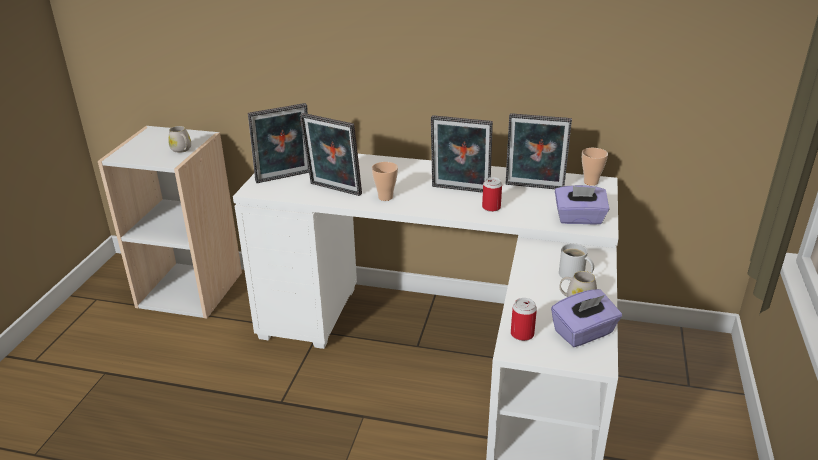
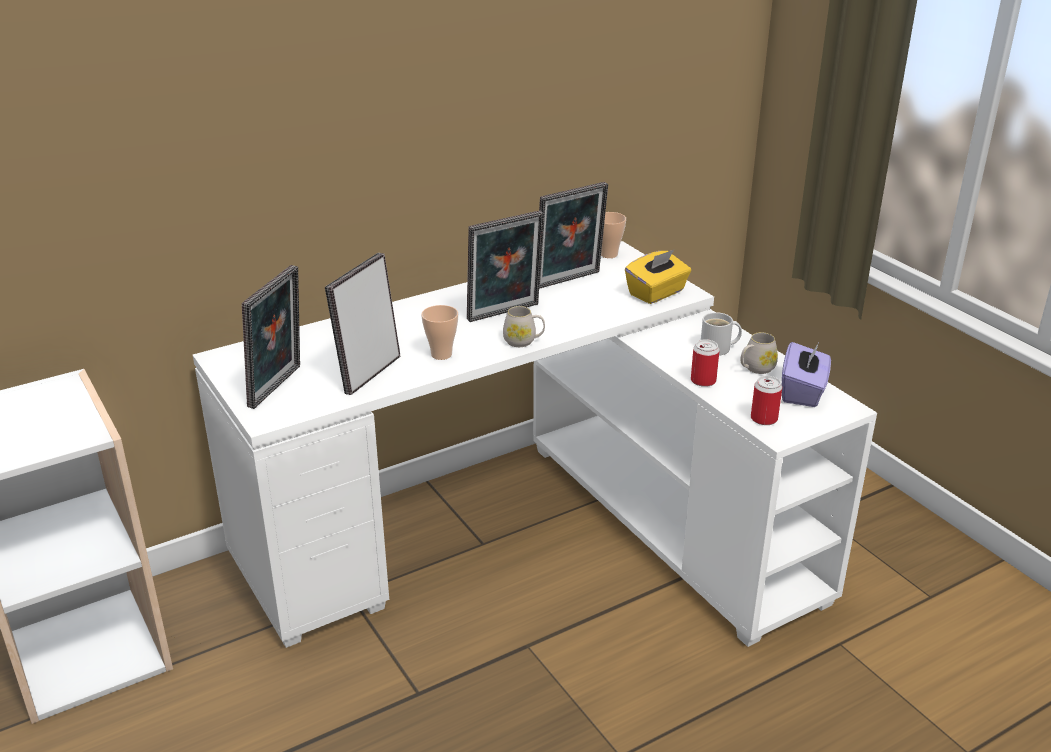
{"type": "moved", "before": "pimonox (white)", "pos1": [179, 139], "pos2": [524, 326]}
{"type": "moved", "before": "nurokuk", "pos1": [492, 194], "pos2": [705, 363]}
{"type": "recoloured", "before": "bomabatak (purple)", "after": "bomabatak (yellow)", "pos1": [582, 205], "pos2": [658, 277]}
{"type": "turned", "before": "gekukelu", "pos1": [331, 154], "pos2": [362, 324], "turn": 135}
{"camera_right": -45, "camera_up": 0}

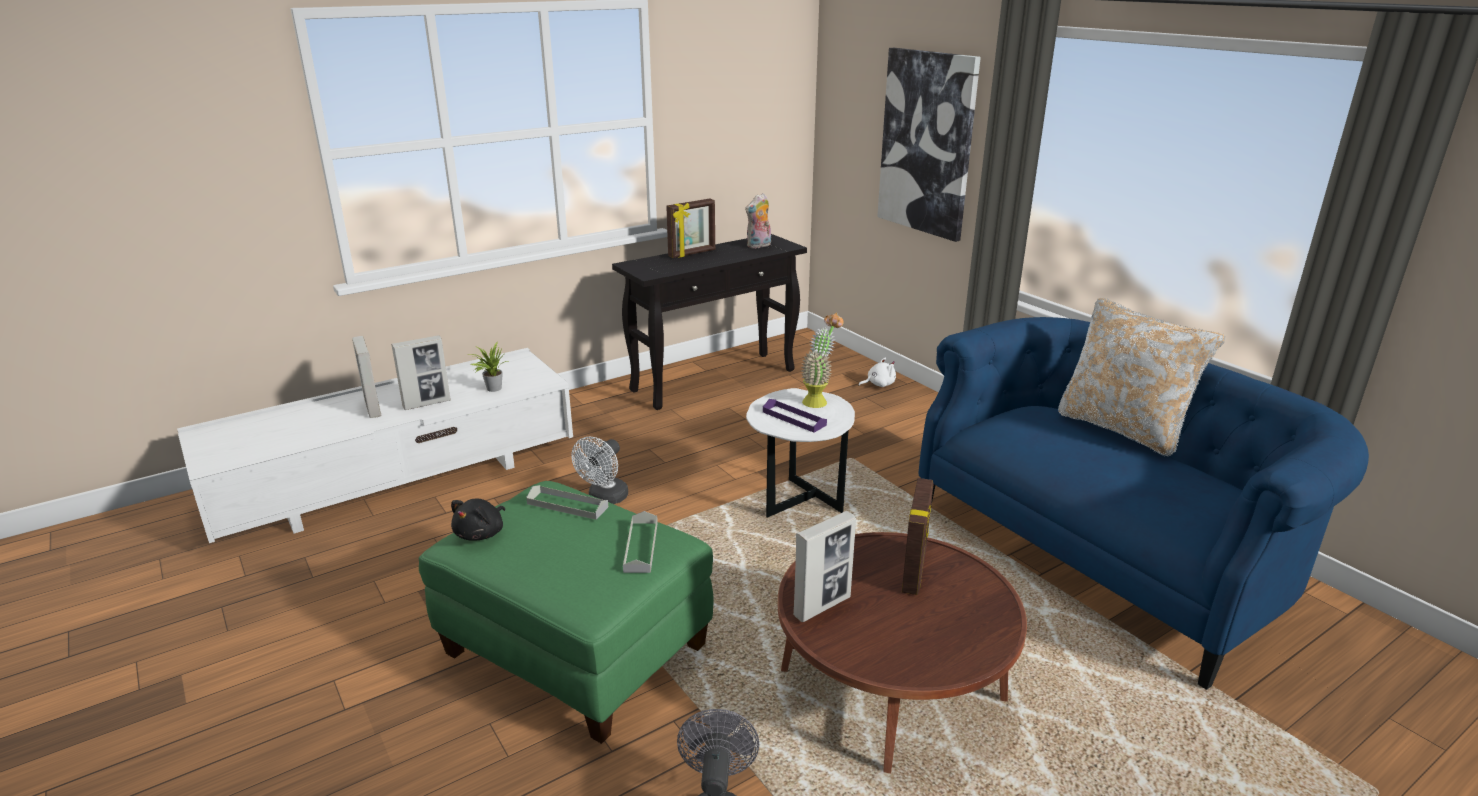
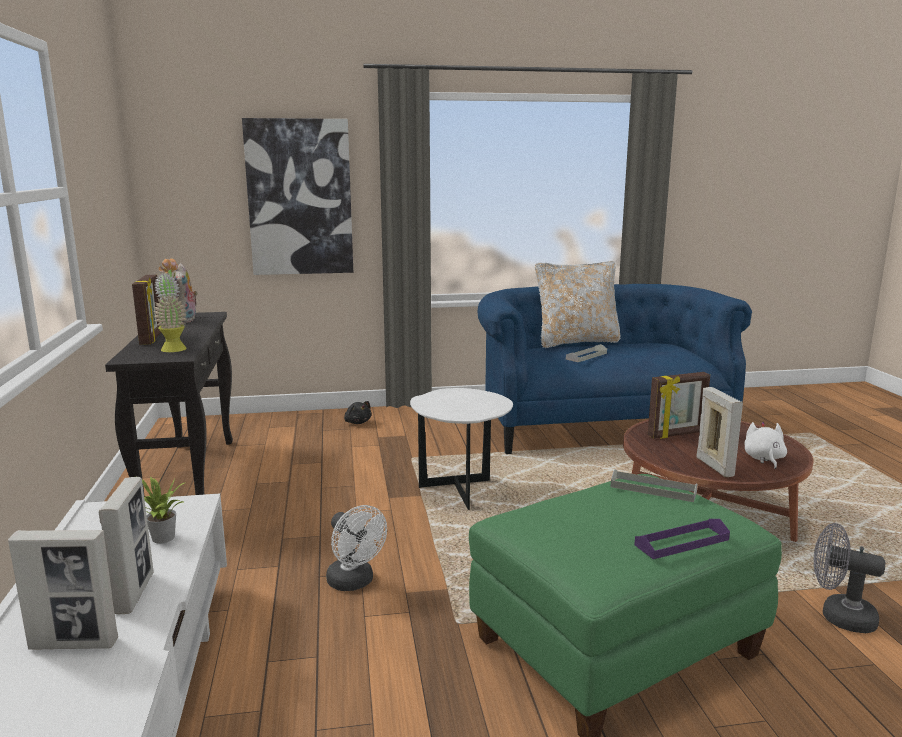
{"type": "moved", "before": "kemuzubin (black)", "pos1": [478, 520], "pos2": [358, 412]}
{"type": "moved", "before": "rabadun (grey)", "pos1": [567, 502], "pos2": [586, 353]}
{"type": "moved", "before": "rabadun (purple)", "pos1": [795, 416], "pos2": [682, 539]}
{"type": "moved", "before": "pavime", "pos1": [822, 360], "pos2": [170, 305]}
{"type": "moved", "before": "kemuzubin (white)", "pos1": [877, 372], "pos2": [765, 445]}
{"type": "turned", "before": "gekukelu", "pos1": [917, 536], "pos2": [679, 405], "turn": 120}
{"camera_right": -65, "camera_up": -10}

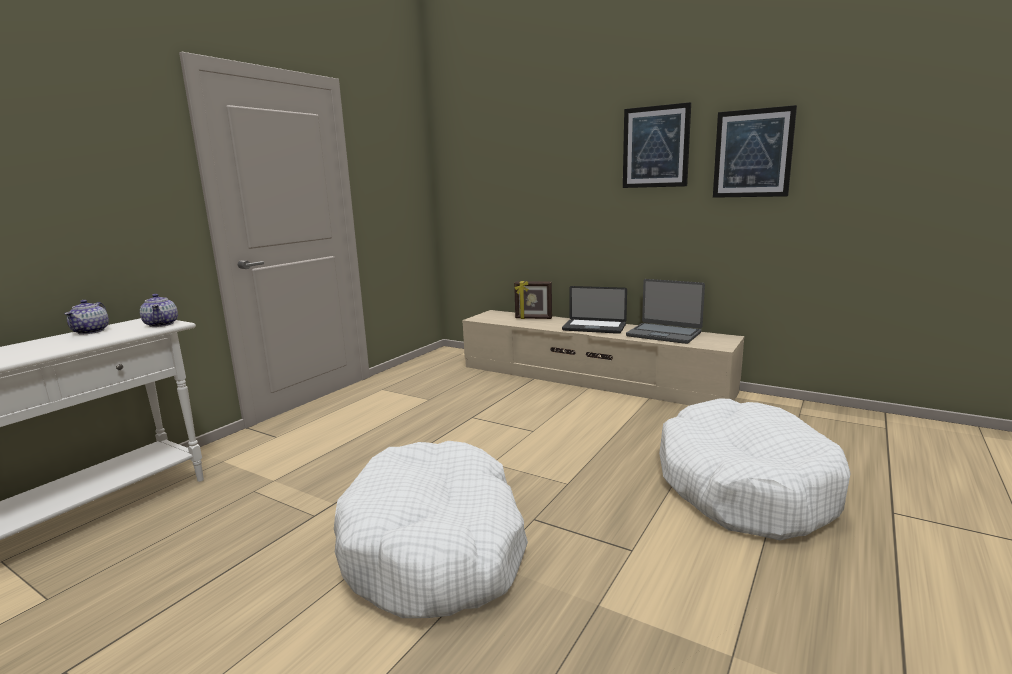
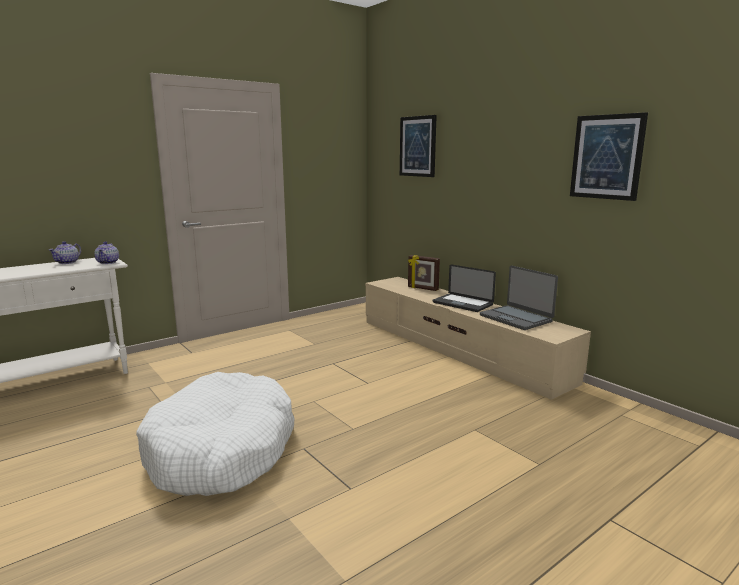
{"type": "removed", "before": "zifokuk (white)", "pos1": [755, 470]}
{"type": "moved", "before": "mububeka", "pos1": [657, 145], "pos2": [418, 146]}
{"camera_right": 20, "camera_up": 0}

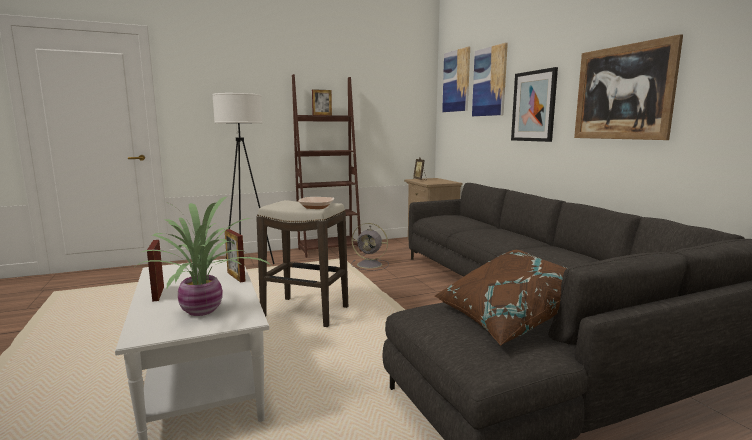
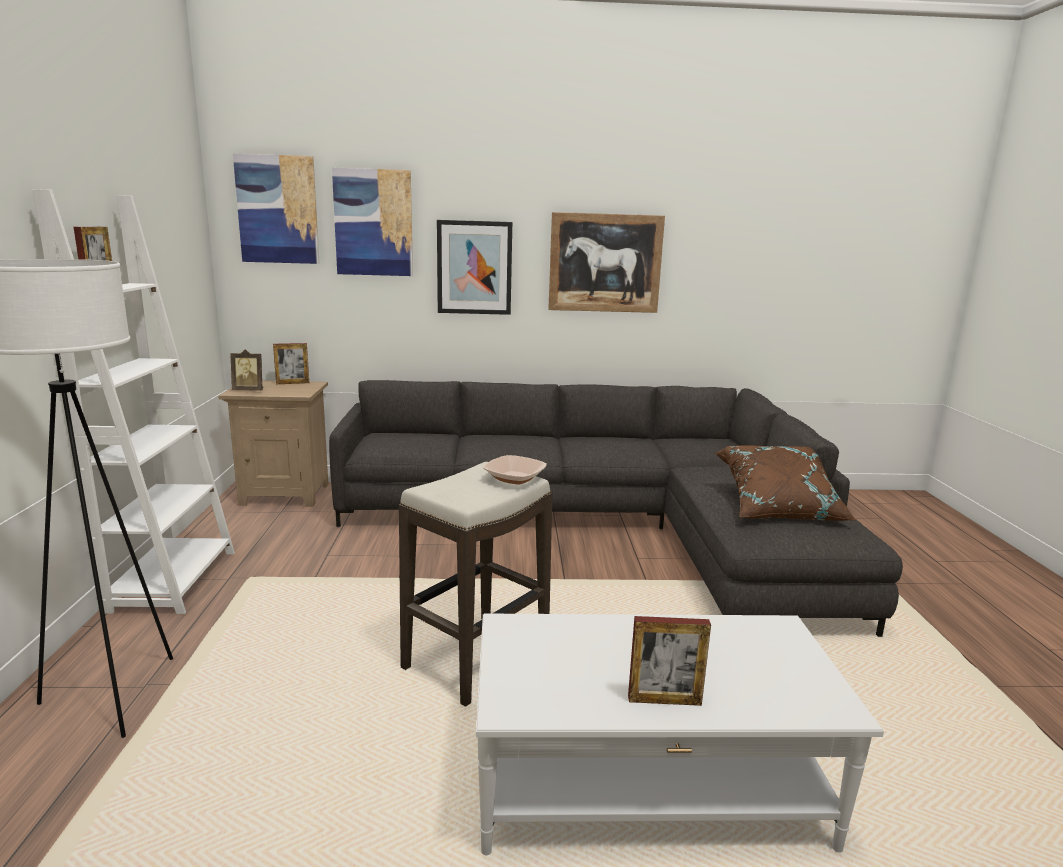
{"type": "removed", "before": "pavime", "pos1": [204, 256]}
{"type": "removed", "before": "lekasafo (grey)", "pos1": [370, 247]}
{"type": "moved", "before": "gekukelu", "pos1": [235, 256], "pos2": [291, 363]}
{"type": "recoloured", "before": "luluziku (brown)", "after": "luluziku (white)", "pos1": [327, 166], "pos2": [134, 401]}
{"camera_right": -70, "camera_up": 5}

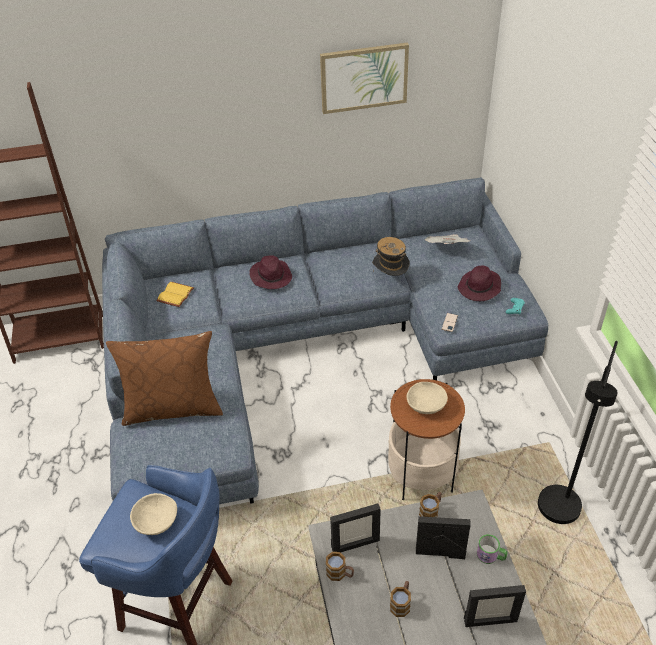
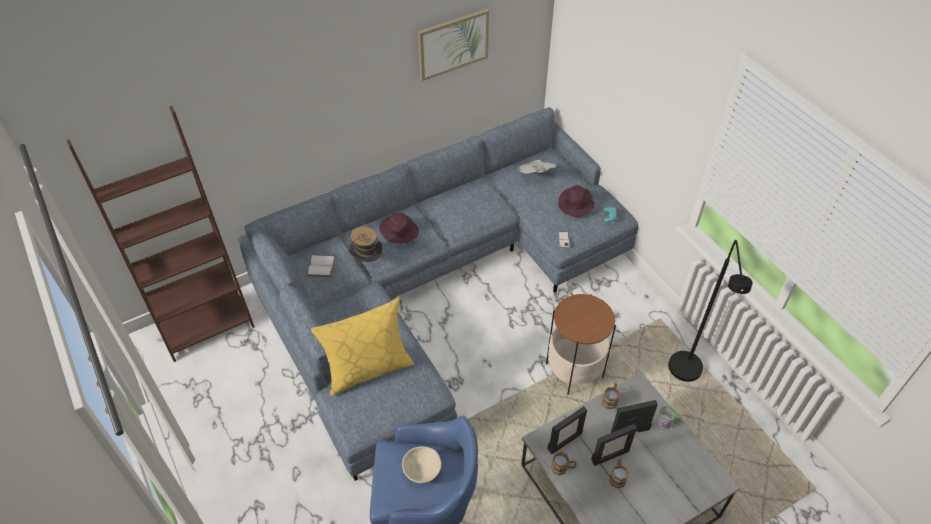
{"type": "removed", "before": "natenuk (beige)", "pos1": [427, 398]}
{"type": "moved", "before": "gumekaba", "pos1": [391, 256], "pos2": [366, 244]}
{"type": "moved", "before": "gekukelu", "pos1": [495, 606], "pos2": [614, 445]}
{"type": "recoloured", "before": "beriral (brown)", "after": "beriral (yellow)", "pos1": [164, 378], "pos2": [362, 347]}
{"type": "recoloured", "before": "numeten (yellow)", "after": "numeten (white)", "pos1": [175, 294], "pos2": [321, 266]}
{"camera_right": -20, "camera_up": 5}

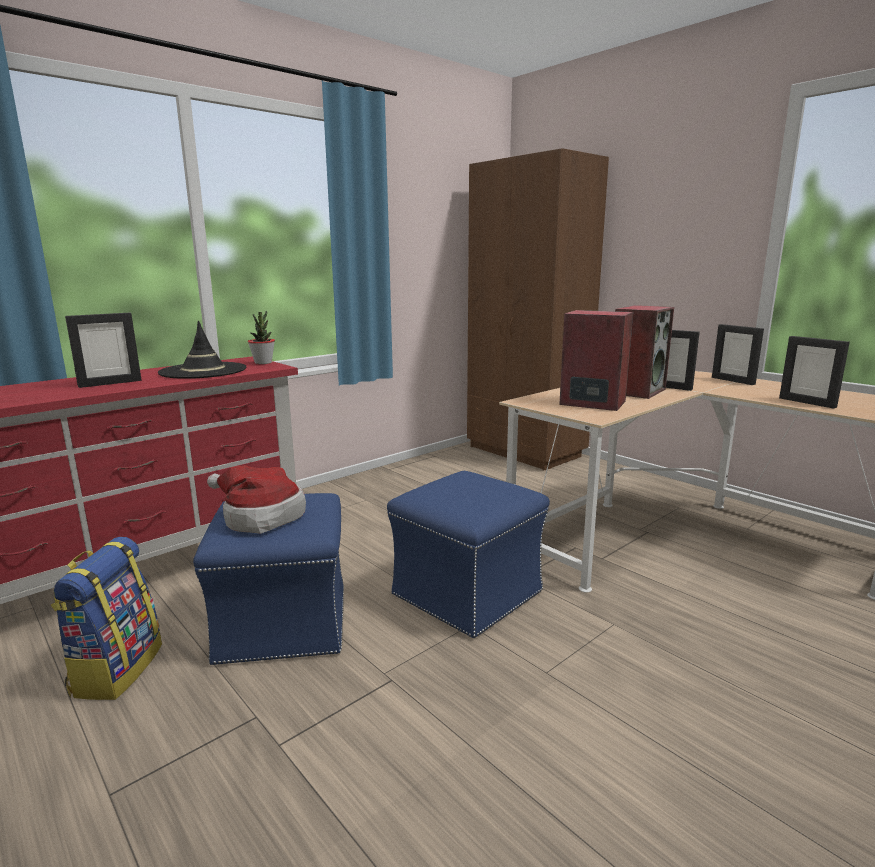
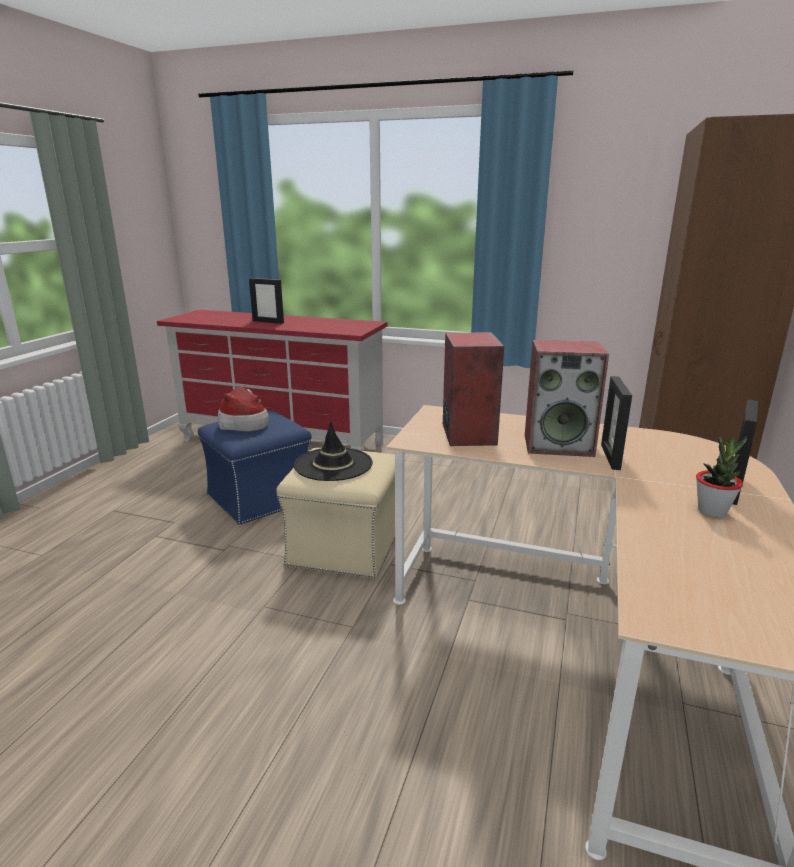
{"type": "removed", "before": "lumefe", "pos1": [106, 618]}
{"type": "removed", "before": "gekukelu", "pos1": [814, 372]}
{"type": "moved", "before": "gumekaba (black)", "pos1": [202, 349], "pos2": [333, 451]}
{"type": "moved", "before": "pavime", "pos1": [261, 337], "pos2": [721, 476]}
{"type": "recoloured", "before": "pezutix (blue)", "after": "pezutix (beige)", "pos1": [468, 554], "pos2": [335, 513]}
{"camera_right": 60, "camera_up": 5}

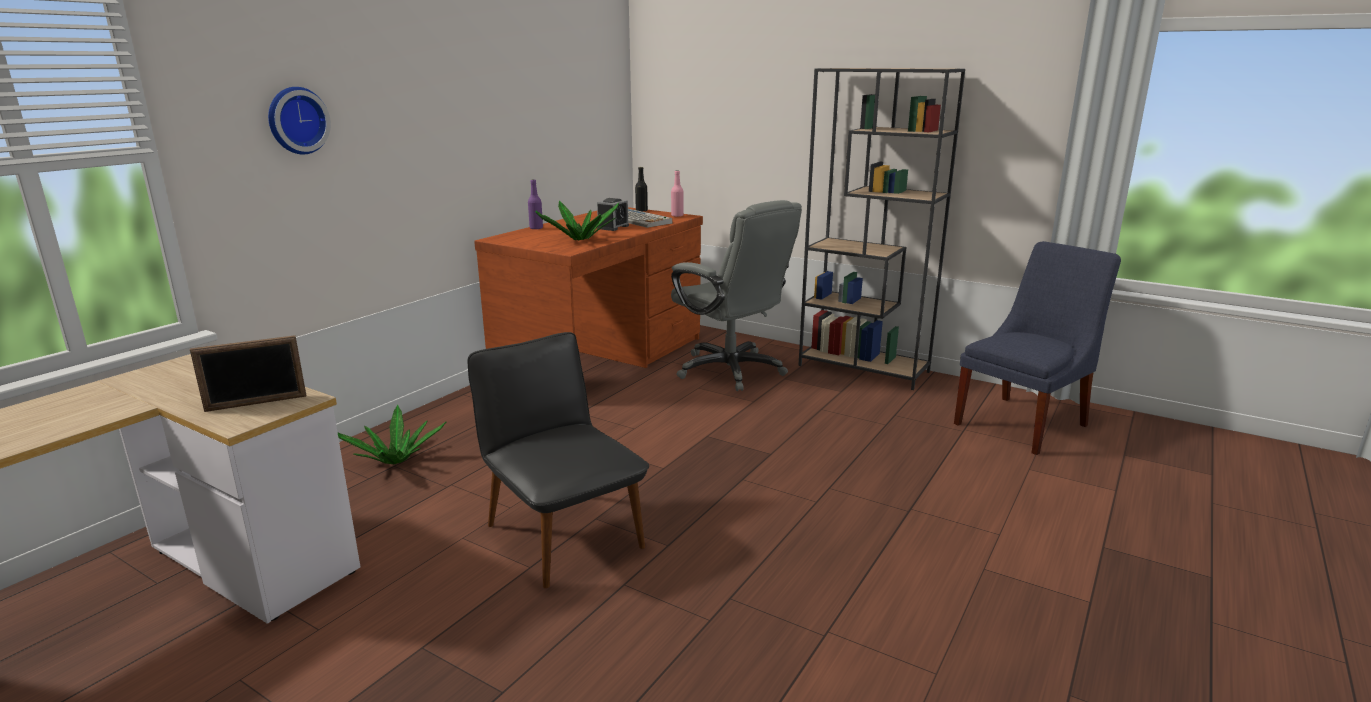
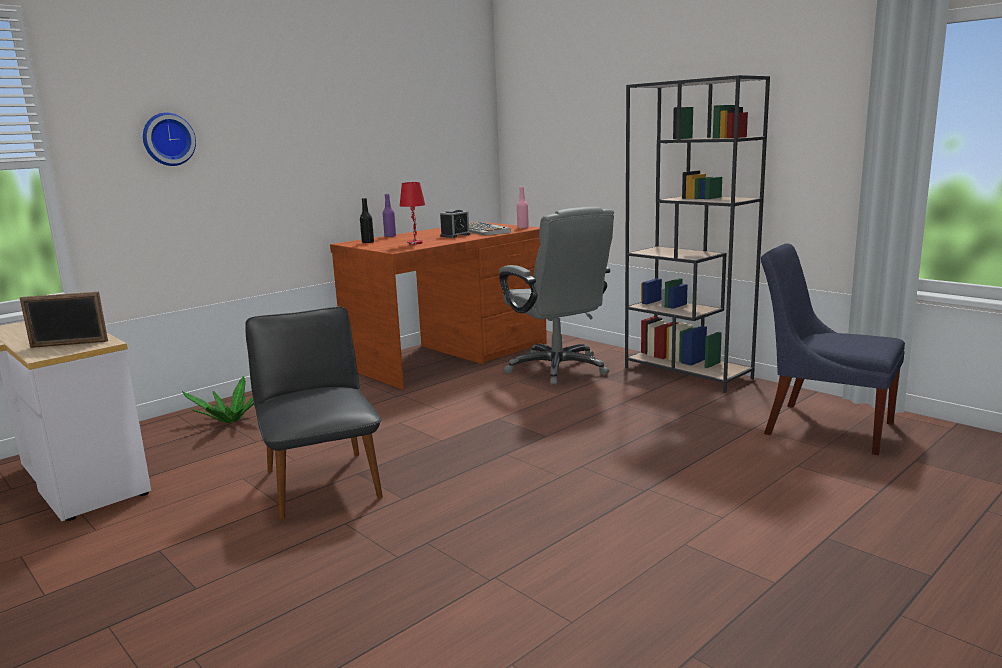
{"type": "moved", "before": "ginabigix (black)", "pos1": [641, 189], "pos2": [367, 220]}
{"type": "replaced", "before": "pavime", "after": "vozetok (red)", "pos1": [577, 220], "pos2": [412, 213]}
{"type": "turned", "before": "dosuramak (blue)", "pos1": [1037, 348], "pos2": [833, 349], "turn": -120}
{"camera_right": 15, "camera_up": -5}

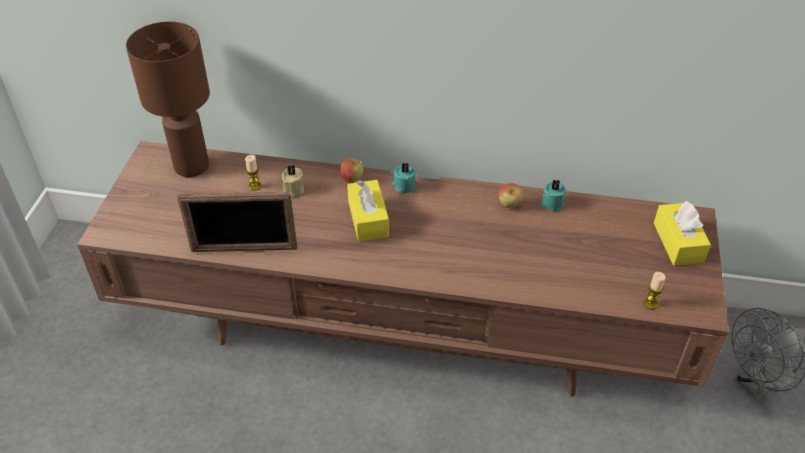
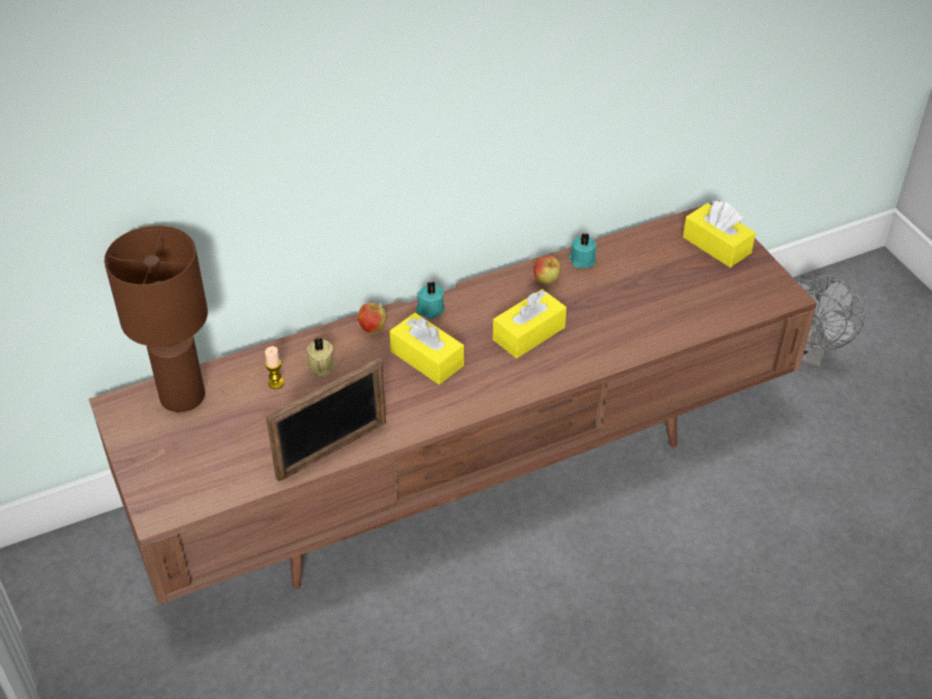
{"type": "removed", "before": "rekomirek", "pos1": [654, 290]}
{"type": "added", "after": "bomabatak (yellow)", "pos2": [529, 323]}
{"camera_right": -35, "camera_up": 0}

